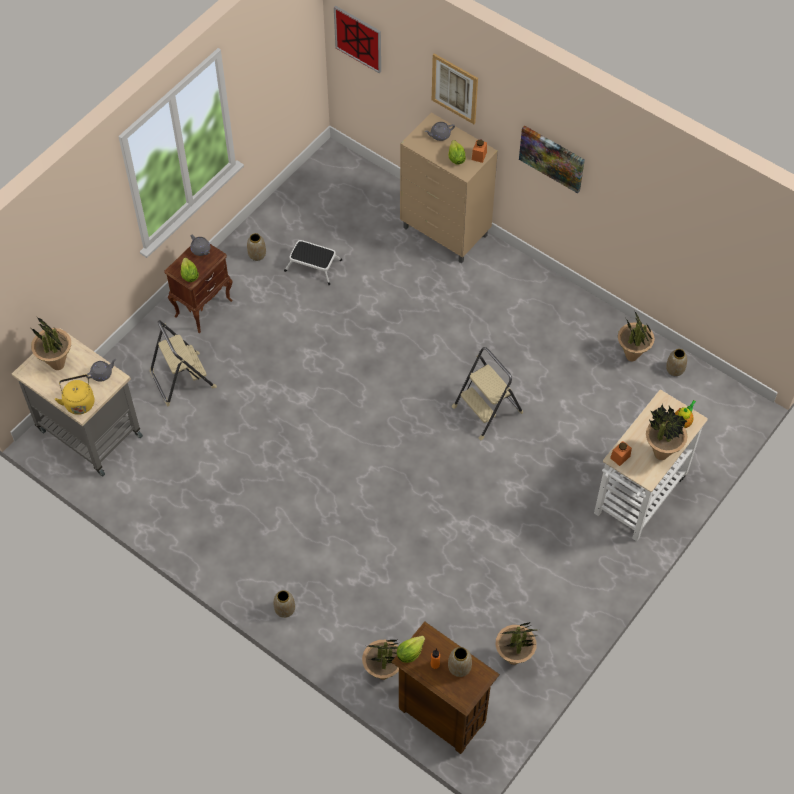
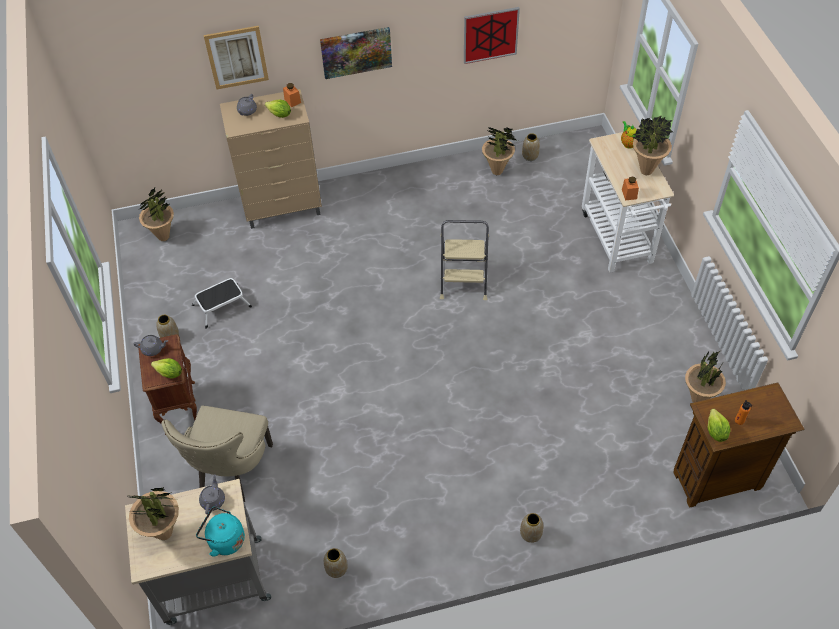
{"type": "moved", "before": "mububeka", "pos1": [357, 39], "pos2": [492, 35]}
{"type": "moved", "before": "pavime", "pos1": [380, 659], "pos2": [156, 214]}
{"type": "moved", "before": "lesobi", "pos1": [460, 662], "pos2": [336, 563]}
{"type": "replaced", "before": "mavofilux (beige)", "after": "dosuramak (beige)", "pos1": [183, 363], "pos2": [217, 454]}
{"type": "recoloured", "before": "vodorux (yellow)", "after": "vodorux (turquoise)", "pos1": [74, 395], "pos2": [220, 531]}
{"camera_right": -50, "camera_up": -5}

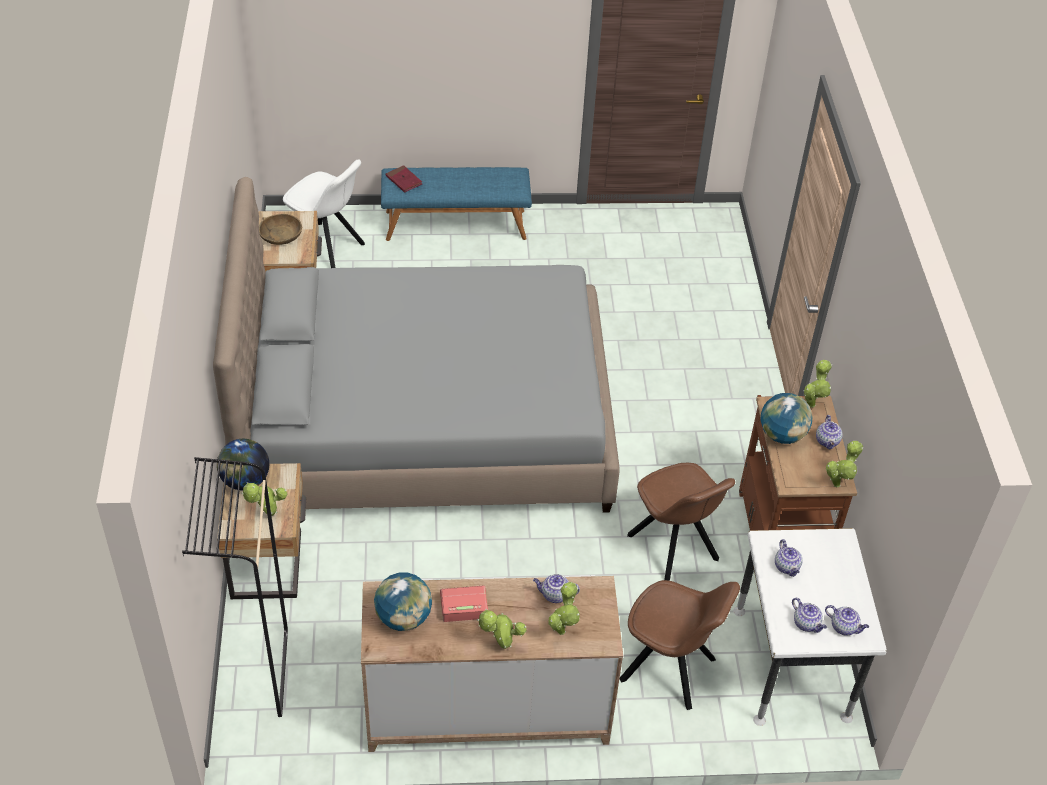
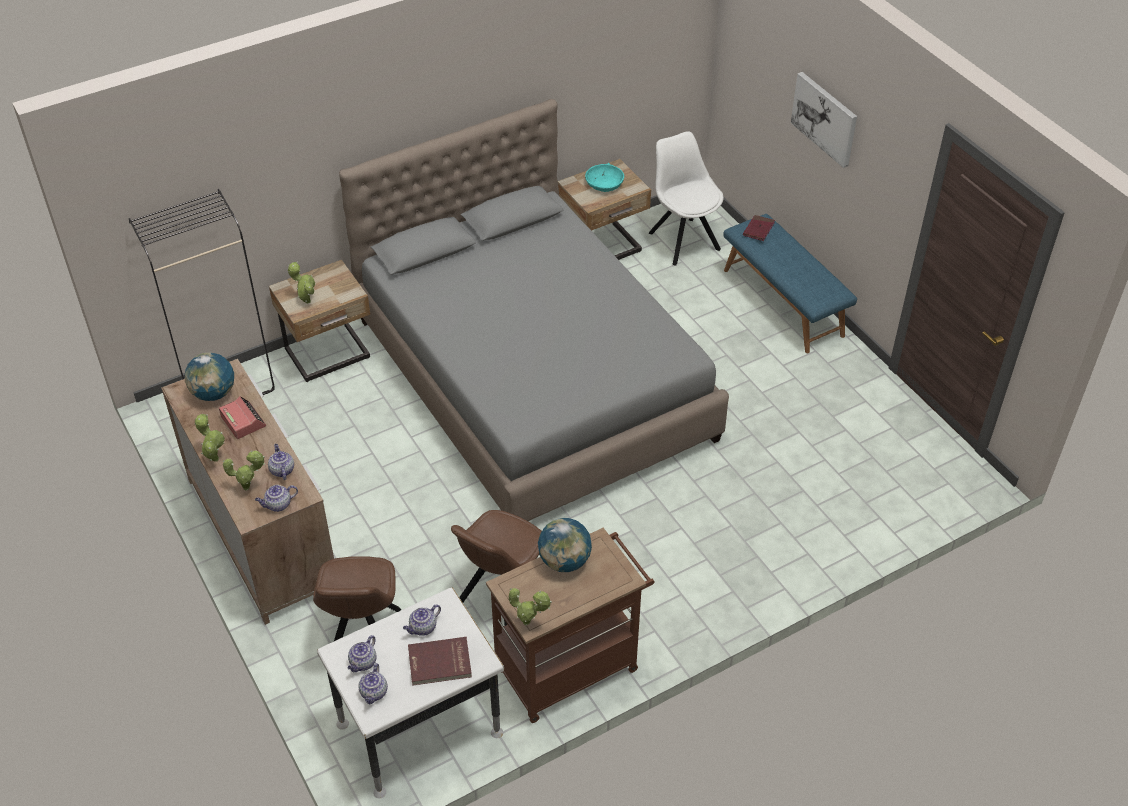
{"type": "removed", "before": "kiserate", "pos1": [243, 464]}
{"type": "removed", "before": "pavime", "pos1": [817, 384]}
{"type": "added", "after": "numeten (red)", "pos2": [440, 661]}
{"type": "added", "after": "mububeka", "pos2": [824, 120]}
{"type": "moved", "before": "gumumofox", "pos1": [829, 432], "pos2": [276, 498]}
{"type": "recoloured", "before": "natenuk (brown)", "after": "natenuk (turquoise)", "pos1": [280, 229], "pos2": [604, 177]}
{"type": "turned", "before": "dosuramak (white)", "pos1": [324, 213], "pos2": [686, 198], "turn": 150}
{"camera_right": 65, "camera_up": 0}

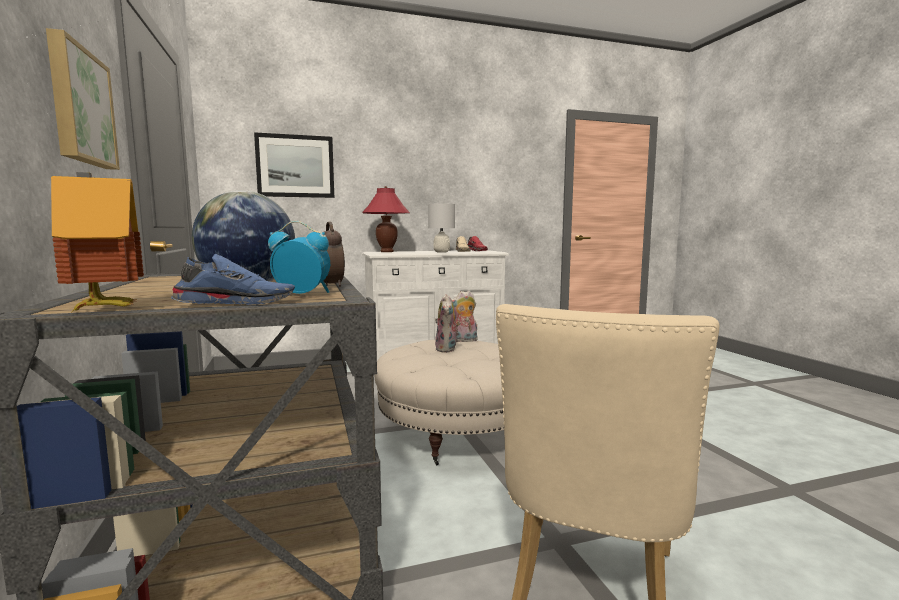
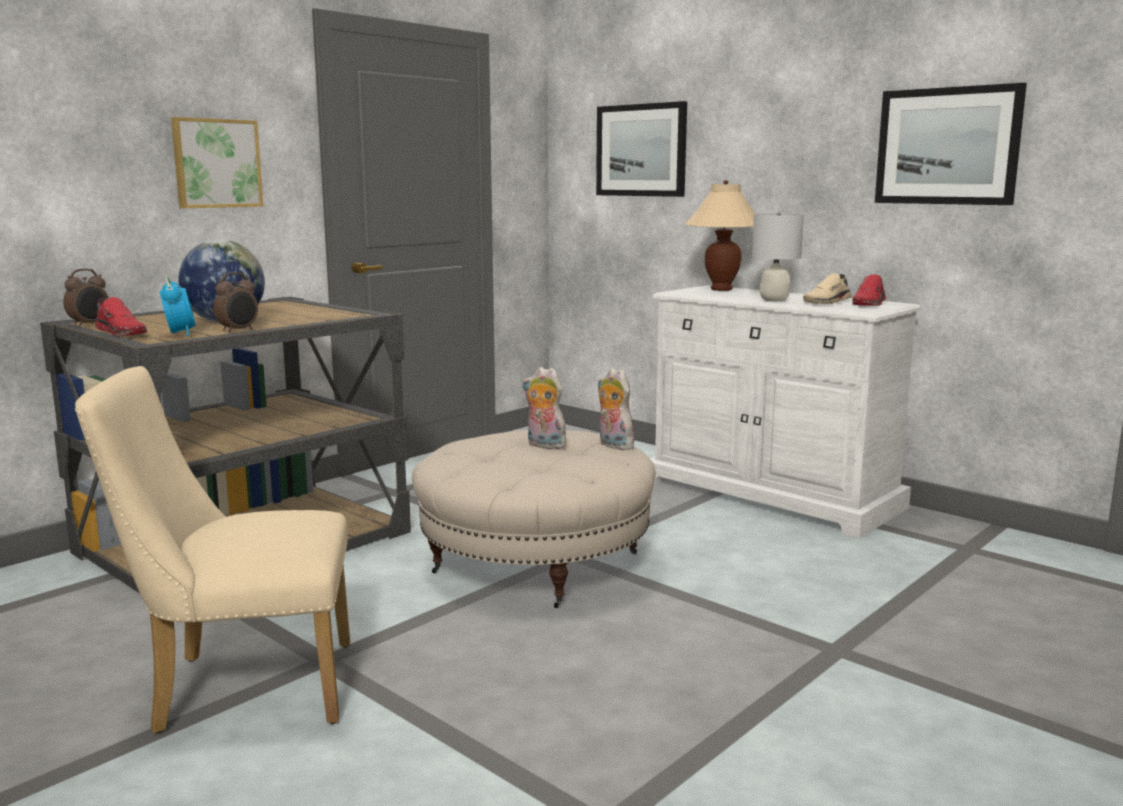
{"type": "added", "after": "mububeka", "pos2": [951, 144]}
{"type": "replaced", "before": "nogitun", "after": "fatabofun", "pos1": [97, 242], "pos2": [86, 298]}
{"type": "recoloured", "before": "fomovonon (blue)", "after": "fomovonon (red)", "pos1": [233, 279], "pos2": [121, 317]}
{"type": "recoloured", "before": "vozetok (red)", "after": "vozetok (beige)", "pos1": [386, 219], "pos2": [720, 235]}
{"type": "turned", "before": "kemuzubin", "pos1": [447, 323], "pos2": [544, 408], "turn": 60}
{"camera_right": 60, "camera_up": 5}

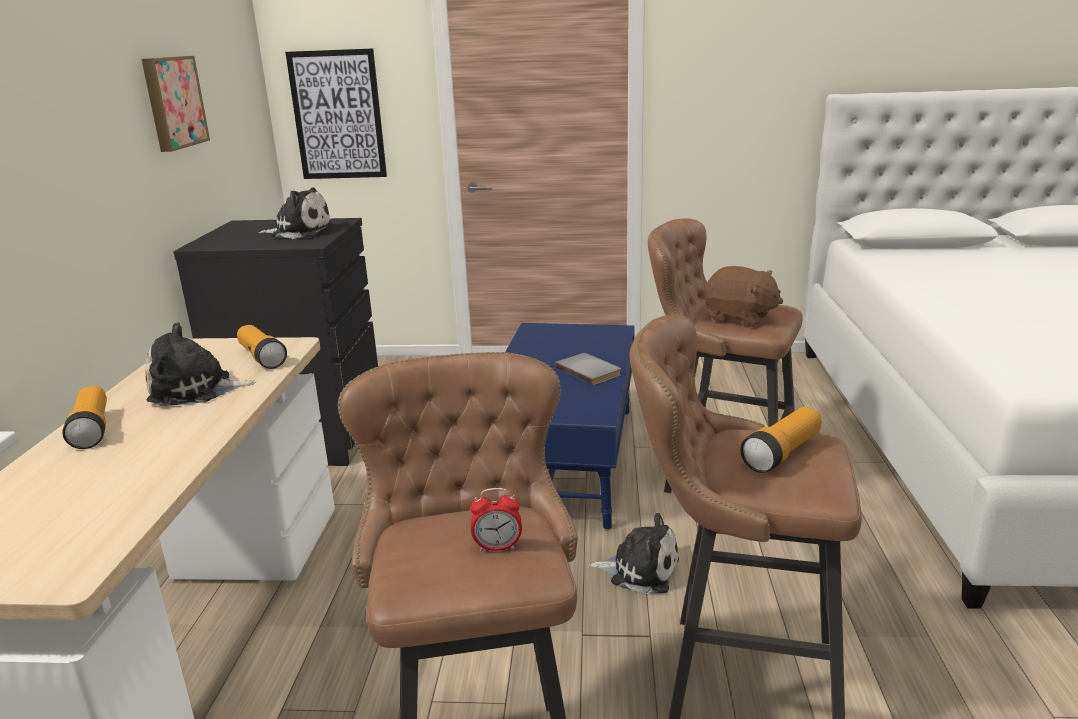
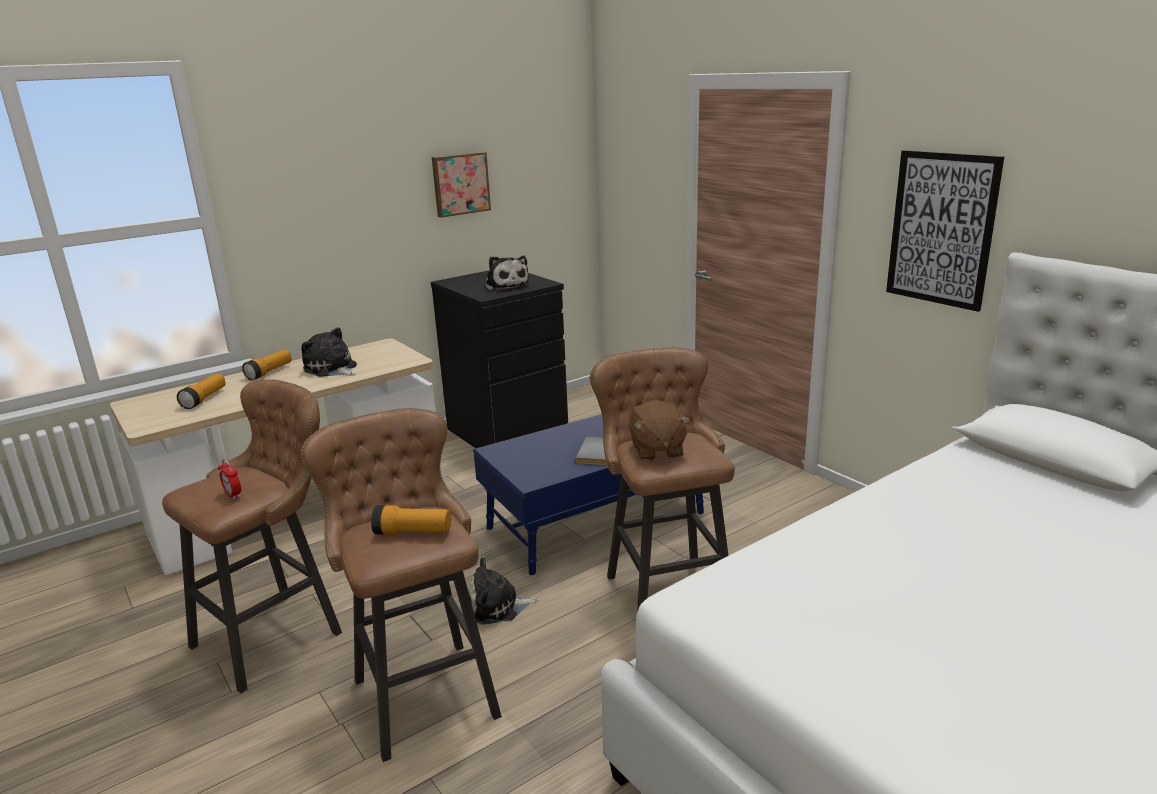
{"type": "moved", "before": "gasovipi", "pos1": [262, 347], "pos2": [201, 391]}
{"type": "moved", "before": "mububeka", "pos1": [336, 113], "pos2": [945, 231]}
{"type": "turned", "before": "kemuzubin", "pos1": [634, 553], "pos2": [504, 591], "turn": 105}
{"camera_right": 50, "camera_up": 0}

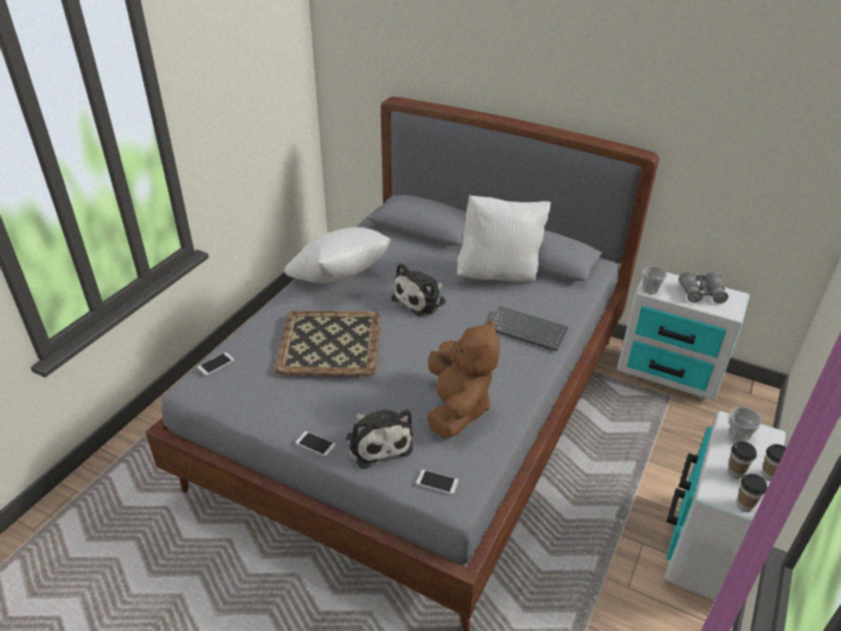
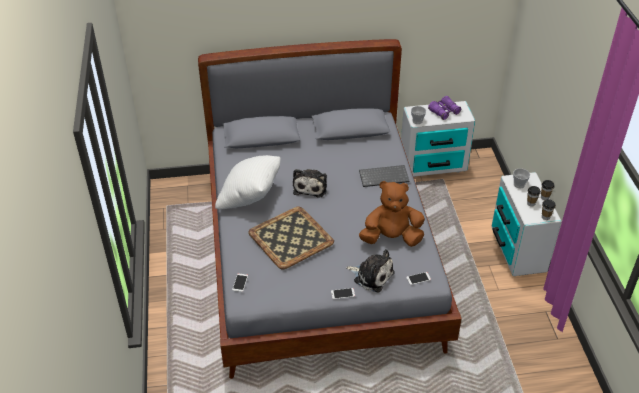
{"type": "removed", "before": "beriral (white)", "pos1": [504, 238]}
{"type": "recoloured", "before": "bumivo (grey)", "after": "bumivo (purple)", "pos1": [703, 287], "pos2": [444, 108]}
{"type": "turned", "before": "kemuzubin (brown)", "pos1": [463, 378], "pos2": [392, 214], "turn": -60}
{"camera_right": -35, "camera_up": 5}

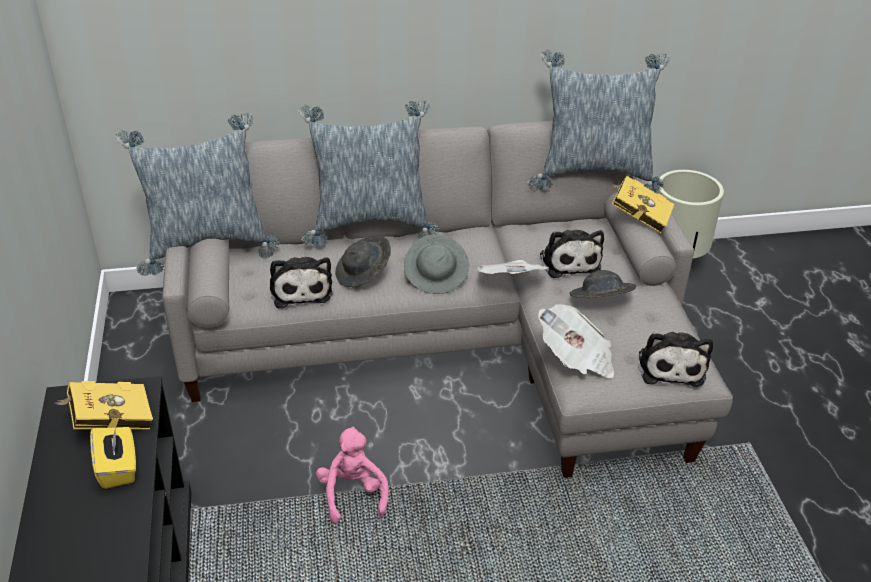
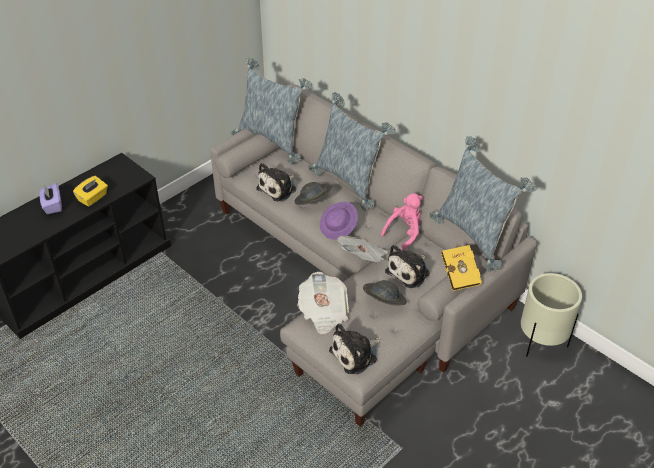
{"type": "removed", "before": "numeten (yellow)", "pos1": [104, 405]}
{"type": "added", "after": "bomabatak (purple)", "pos2": [50, 198]}
{"type": "moved", "before": "kemuzubin (pink)", "pos1": [352, 475], "pos2": [402, 221]}
{"type": "recoloured", "before": "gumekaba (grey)", "after": "gumekaba (purple)", "pos1": [436, 264], "pos2": [339, 221]}
{"camera_right": 55, "camera_up": 5}

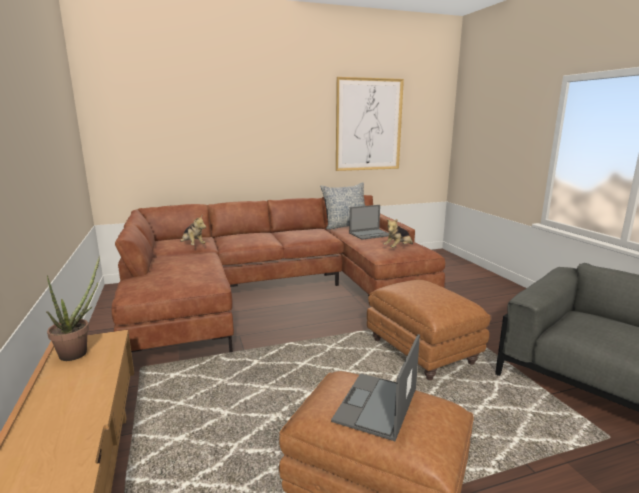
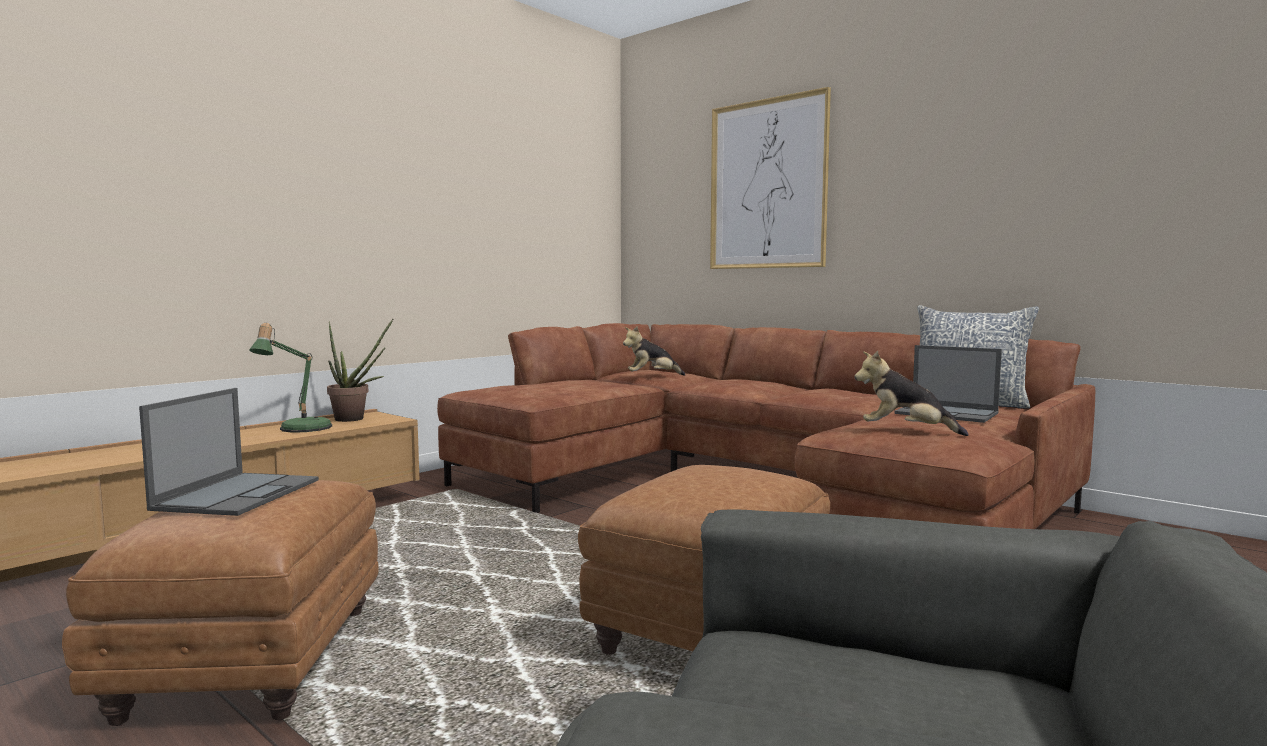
{"type": "added", "after": "vozetok", "pos2": [290, 378]}
{"type": "moved", "before": "mububeka", "pos1": [370, 124], "pos2": [770, 178]}
{"type": "turned", "before": "kemuzubin", "pos1": [193, 230], "pos2": [654, 351], "turn": 60}
{"type": "turned", "before": "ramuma", "pos1": [375, 387], "pos2": [229, 452], "turn": 105}
{"camera_right": 60, "camera_up": -10}

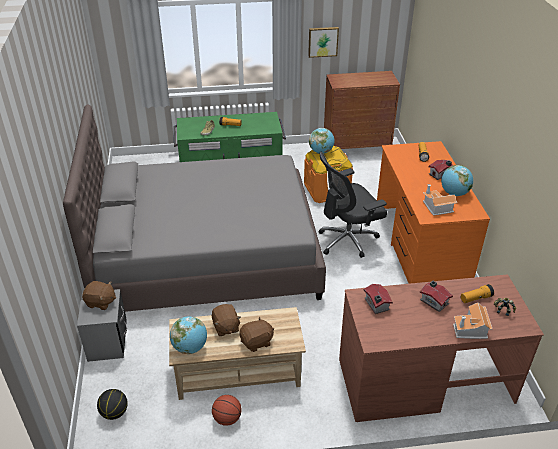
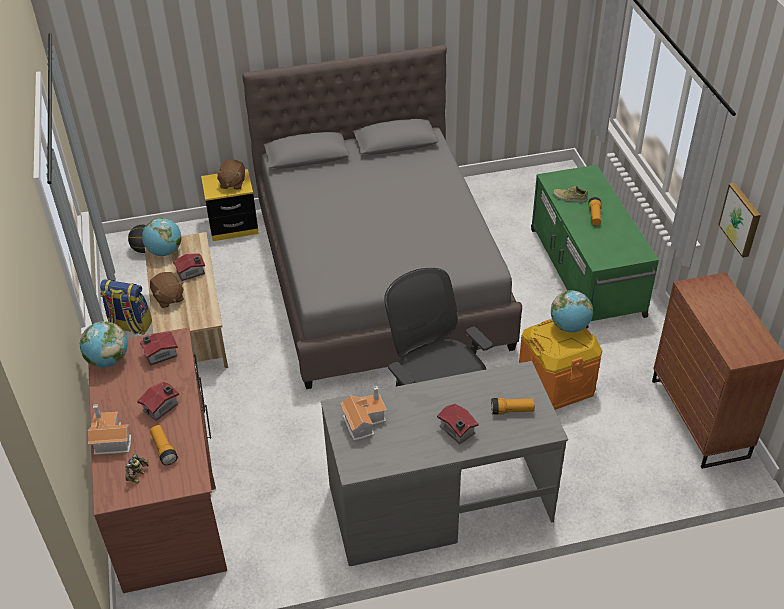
{"type": "moved", "before": "kiserate", "pos1": [457, 180], "pos2": [103, 344]}
{"type": "replaced", "before": "kemuzubin (brown)", "after": "nogitun", "pos1": [226, 320], "pos2": [189, 267]}
{"type": "replaced", "before": "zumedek", "after": "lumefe", "pos1": [227, 410], "pos2": [126, 307]}
{"type": "recoloured", "before": "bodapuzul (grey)", "after": "bodapuzul (yellow)", "pos1": [102, 325], "pos2": [230, 205]}
{"type": "recoloured", "before": "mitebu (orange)", "after": "mitebu (grey)", "pos1": [433, 212], "pos2": [444, 463]}
{"camera_right": 85, "camera_up": 5}

